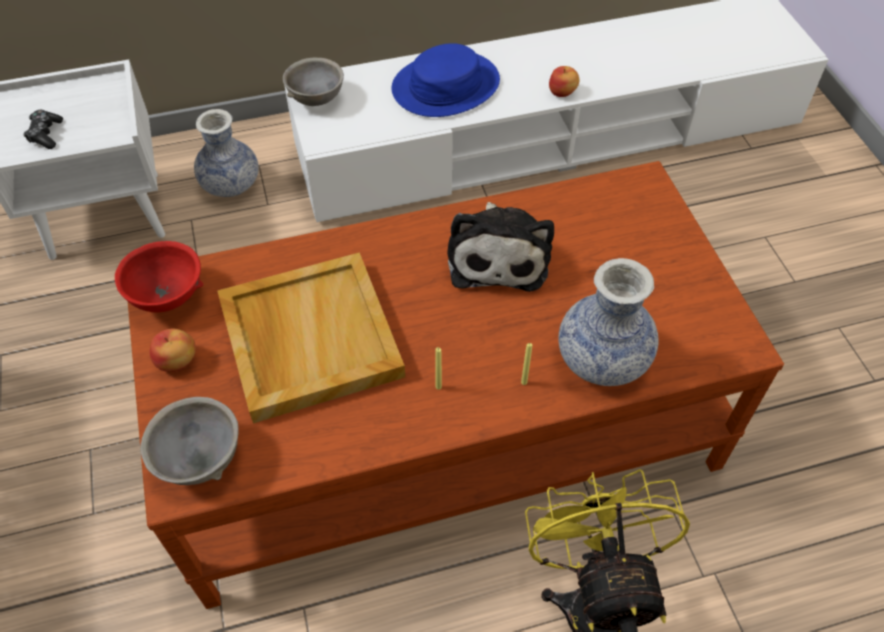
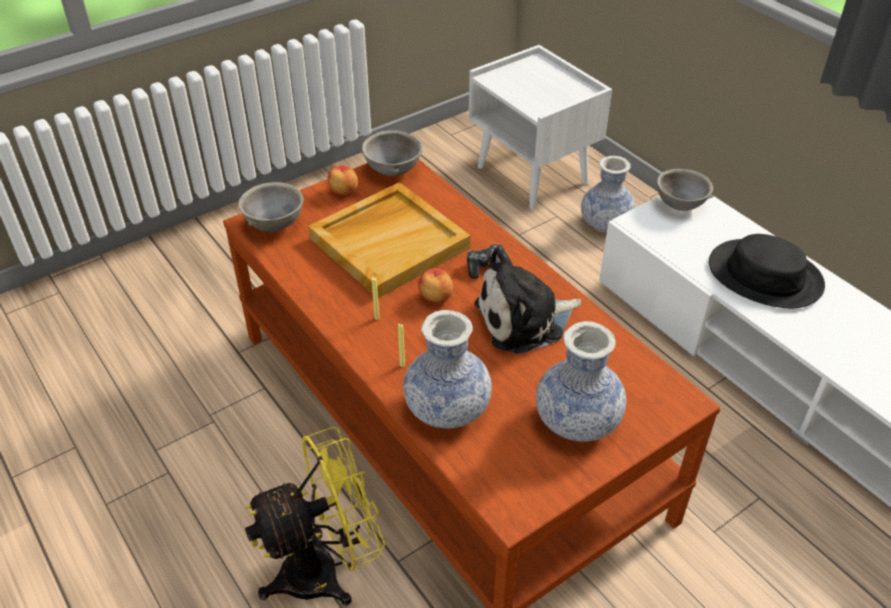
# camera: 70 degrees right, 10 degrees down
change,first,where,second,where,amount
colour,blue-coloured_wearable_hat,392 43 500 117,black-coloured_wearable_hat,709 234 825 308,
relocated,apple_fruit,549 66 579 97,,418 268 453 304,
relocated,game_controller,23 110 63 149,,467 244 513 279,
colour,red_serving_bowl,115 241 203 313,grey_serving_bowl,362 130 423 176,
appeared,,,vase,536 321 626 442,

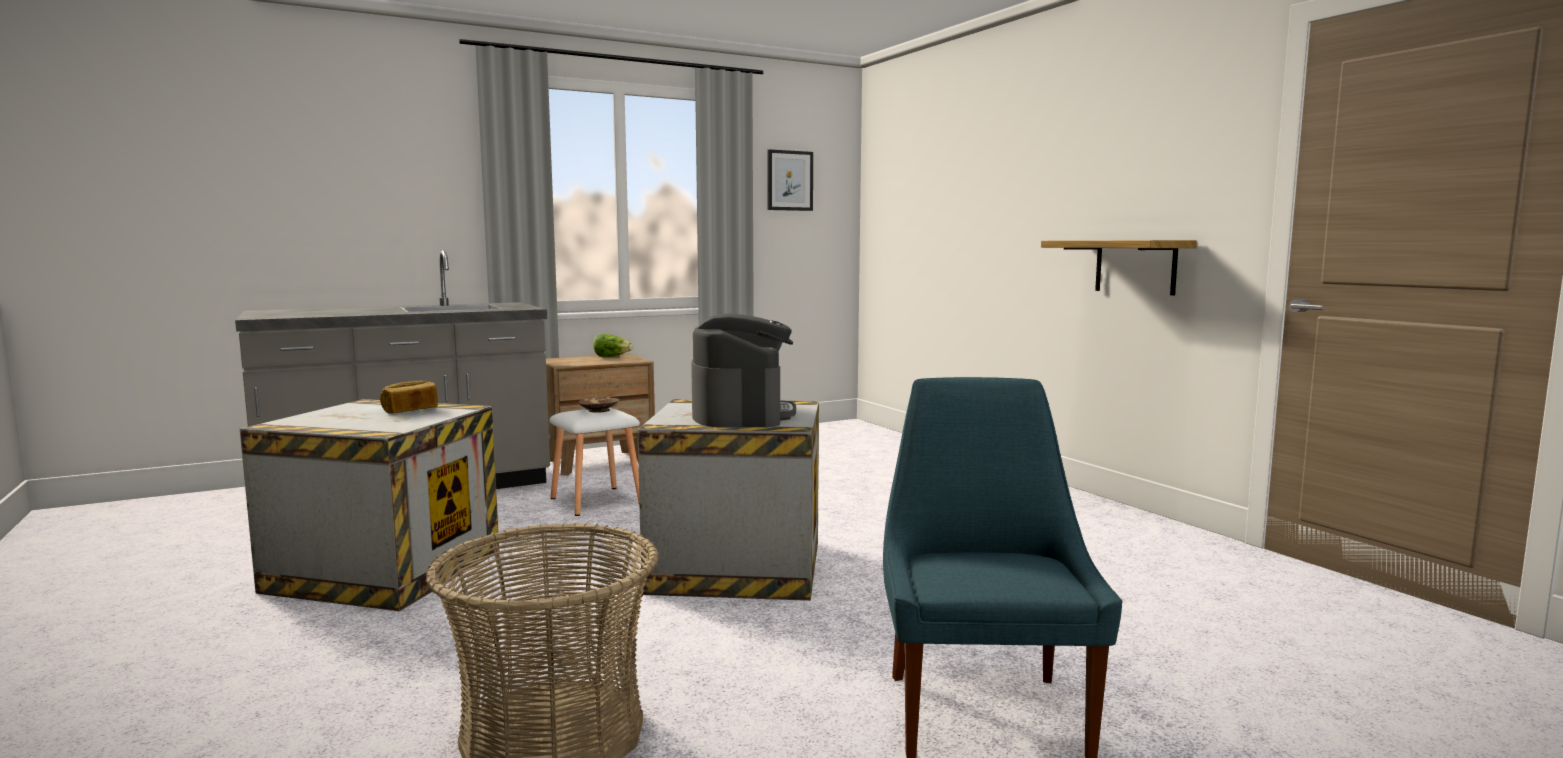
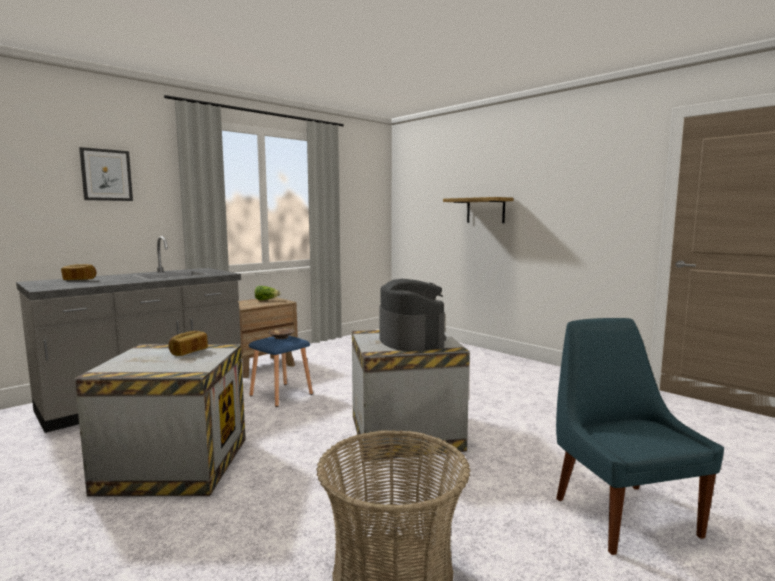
# camera: 15 degrees left, 0 degrees up
change,first,where,second,where,amount
relocated,picture,767 149 813 211,,79 147 133 201,
relocated,wall_shelf,1041 240 1197 295,,443 197 513 223,
colour,white_sitting_stool,549 408 640 516,blue-coloured_sitting_stool,249 336 313 407,
appeared,,,bread,61 264 96 280,

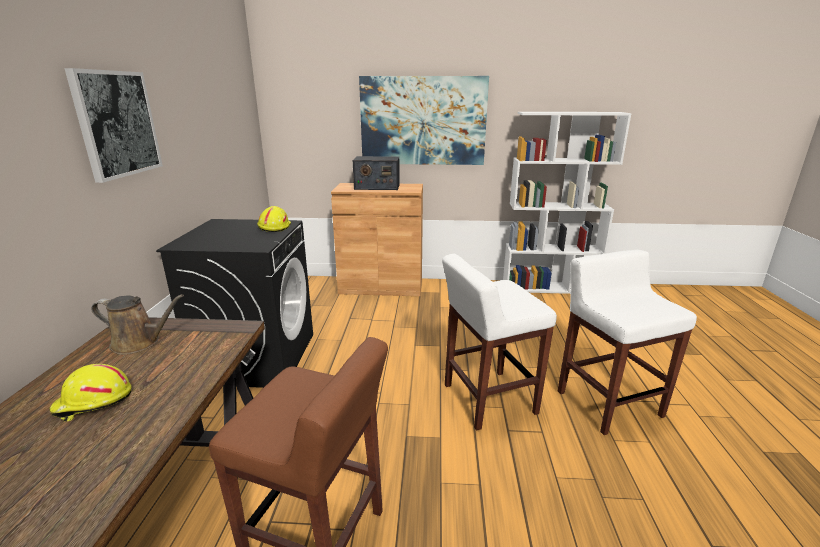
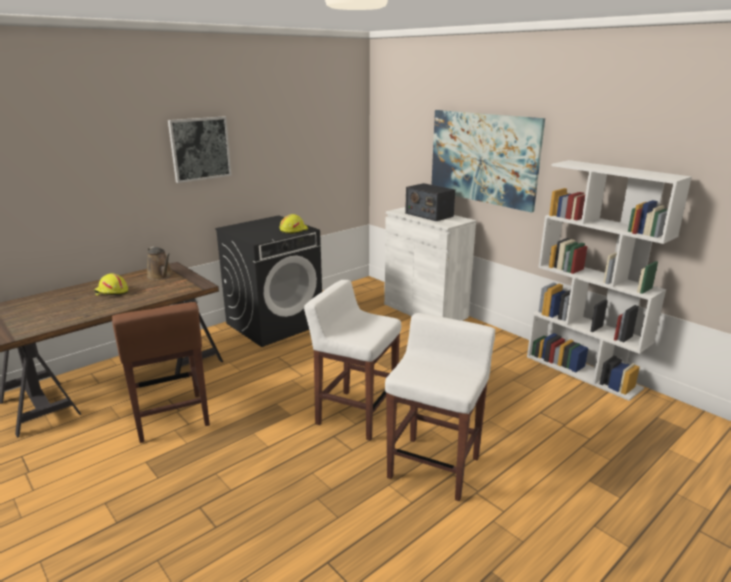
# camera: 45 degrees right, 0 degrees up
change,first,where,second,where,amount
colour,brown-coloured_cabinet,331 183 423 296,white_cabinet,384 207 476 321,

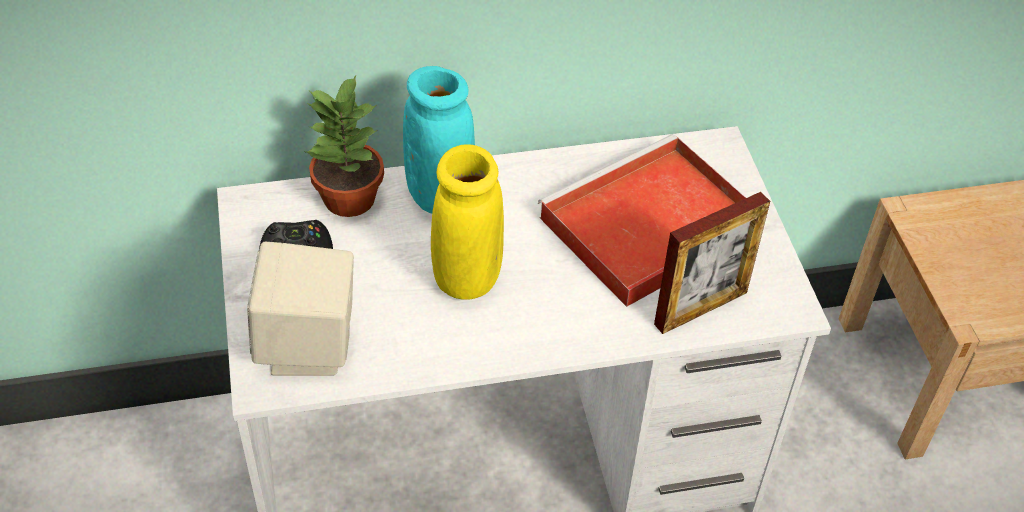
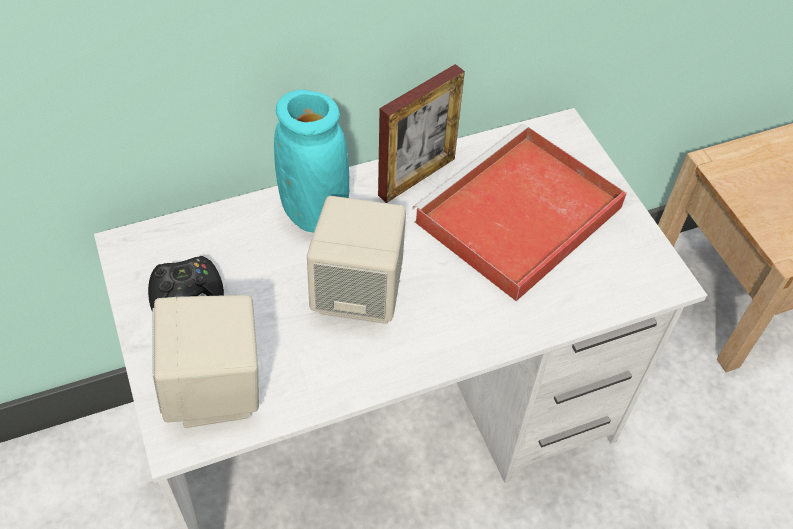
# camera: 10 degrees left, 5 degrees up
change,first,where,second,where,amount
missing,houseplant,304 75 384 217,,,
exchanged,yellowish_vase,431 144 504 300,beige-coloured_speaker,307 196 406 324,
relocated,standing_frame,654 192 770 334,,378 64 465 203,

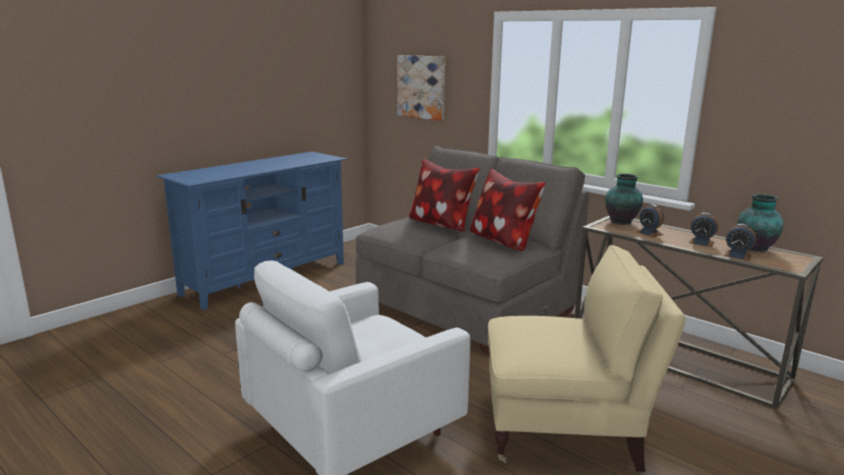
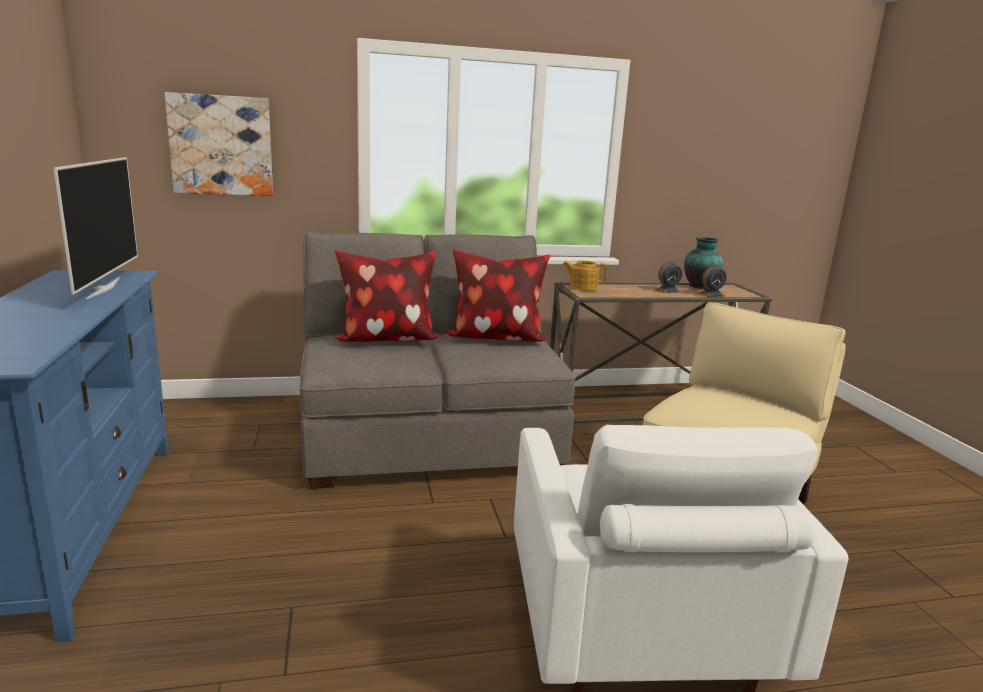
# camera: 55 degrees left, 0 degrees up
change,first,where,second,where,amount
exchanged,vase,605 174 643 225,teapot,563 261 607 291,
missing,alarm_clock,636 204 664 237,,,
appeared,,,television,54 157 138 300,

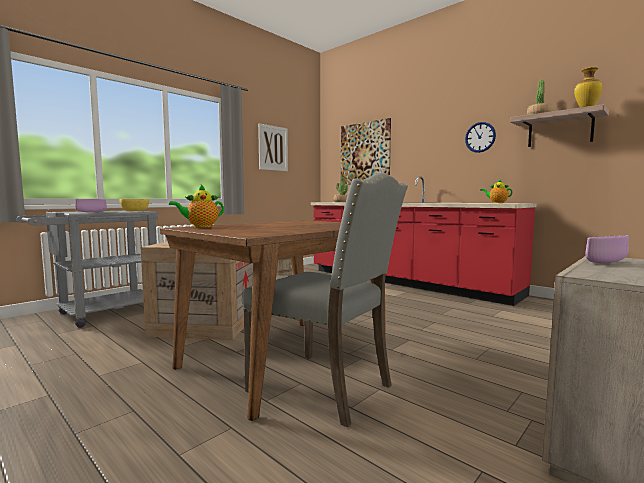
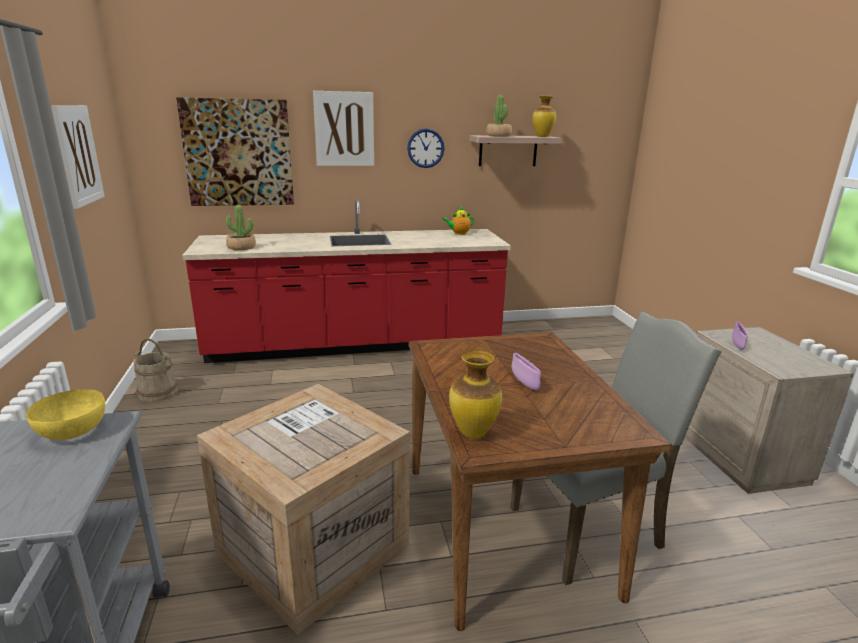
# camera: 55 degrees left, 15 degrees up
change,first,where,second,where,amount
exchanged,teapot,169 185 224 227,vase,449 350 502 439,
relocated,purplish_serving_bowl,76 199 107 212,,512 353 541 390,
appeared,,,picture,313 91 374 166,

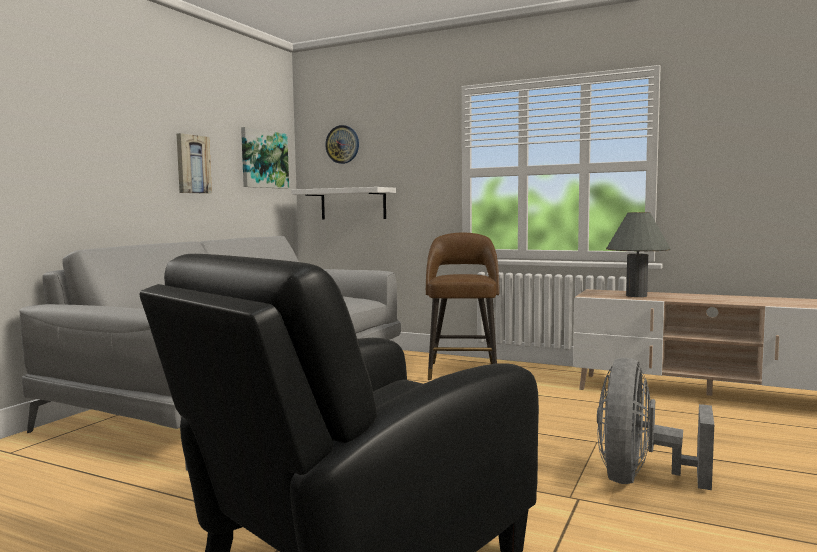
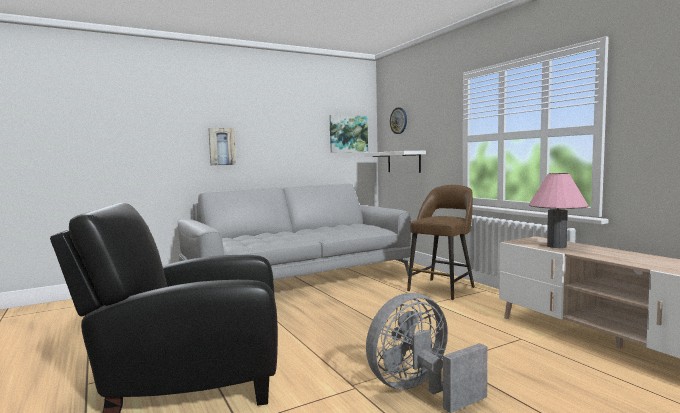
# camera: 35 degrees right, 0 degrees up
change,first,where,second,where,amount
relocated,picture,177 133 212 194,,208 128 236 166,
colour,grey_lamp_for_a_table,606 212 671 297,pink-coloured_lamp_for_a_table,529 173 589 248,

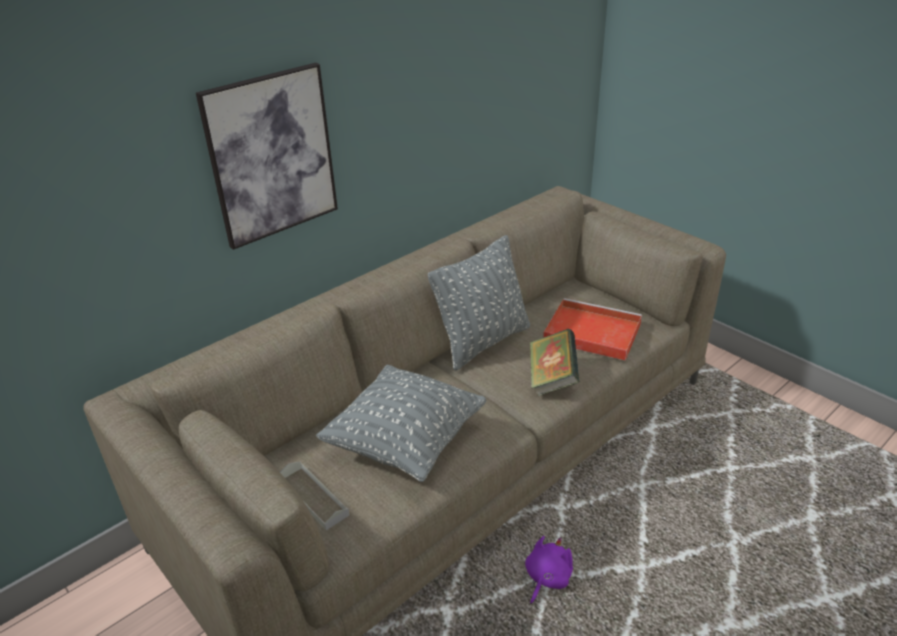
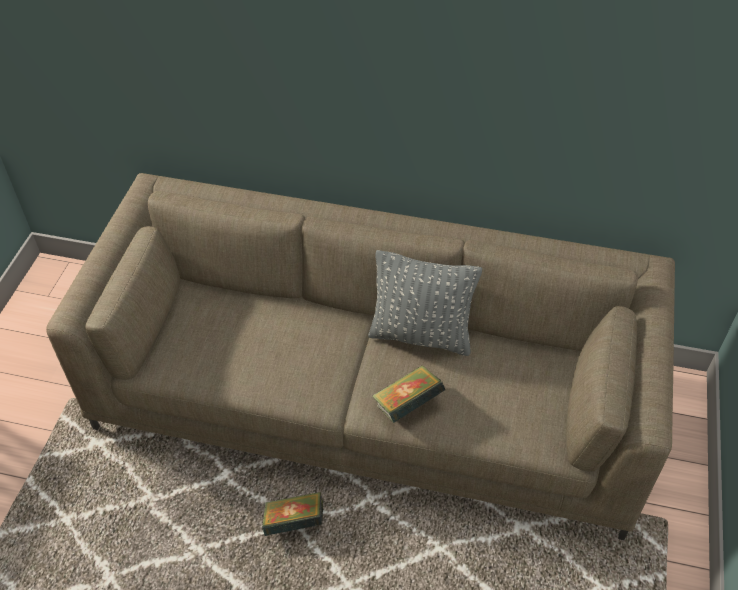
# camera: 55 degrees right, 15 degrees up
change,first,where,second,where,amount
missing,picture,196 63 338 250,,,
missing,red_serving_tray,543 298 642 361,,,
missing,grey_pillow,316 365 486 482,,,
missing,grey_serving_tray,280 461 350 530,,,
exchanged,purplish_soft_toy,525 536 573 604,volume,262 492 323 536,

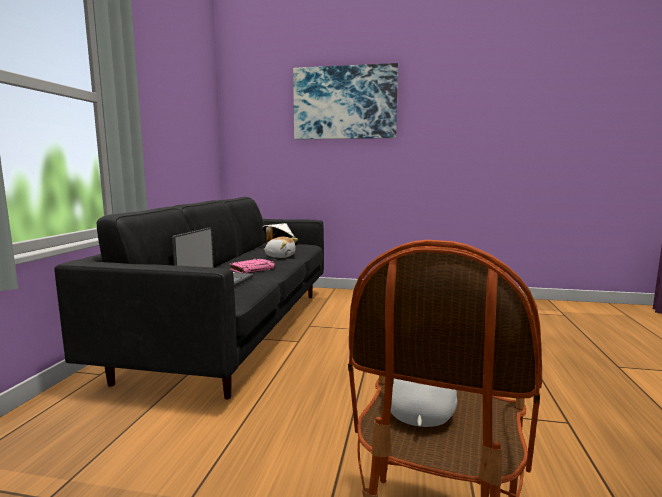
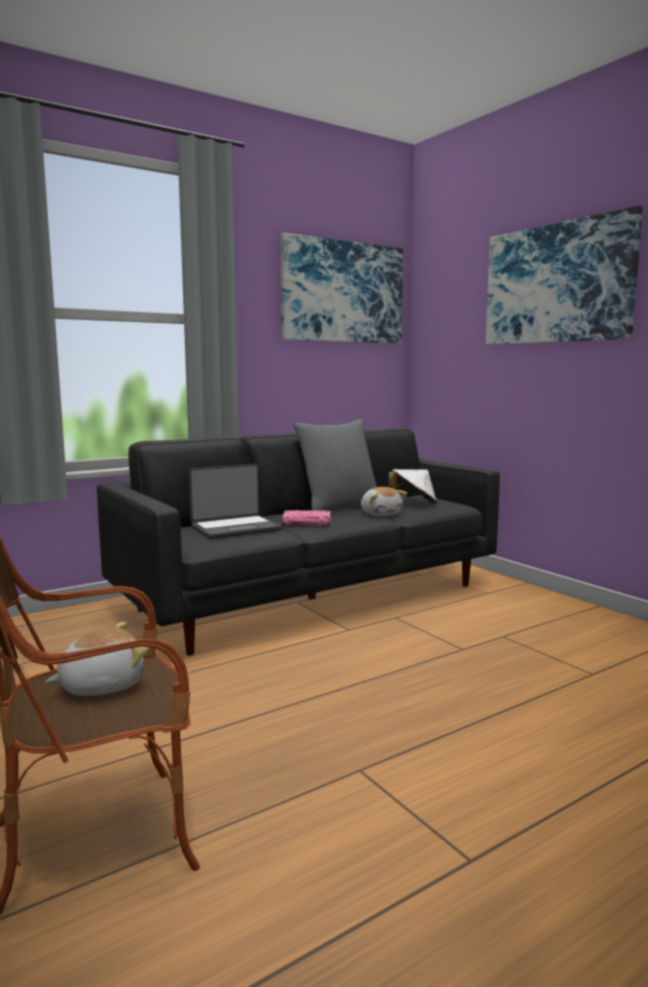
# camera: 45 degrees right, 0 degrees up
change,first,where,second,where,amount
appeared,,,picture,281 233 403 343,
appeared,,,grey_pillow,293 419 377 511,

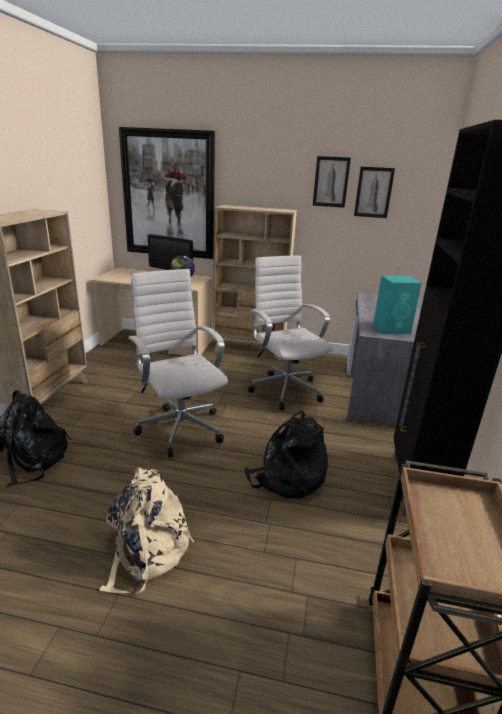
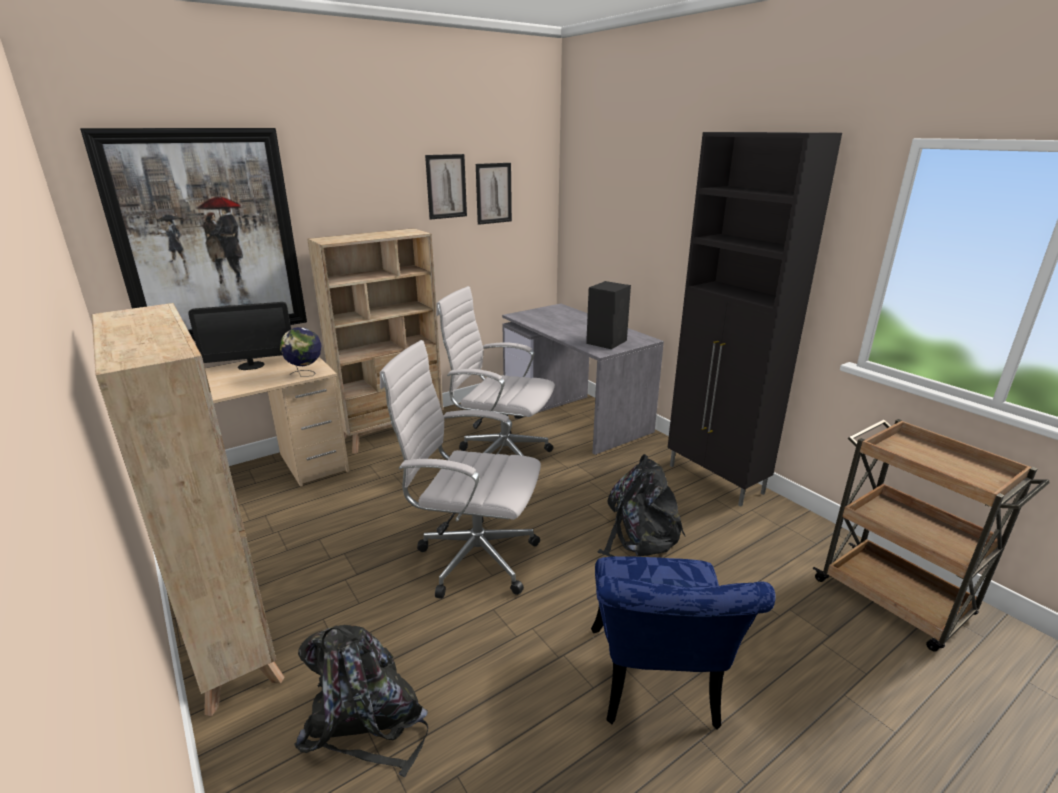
# camera: 45 degrees left, 0 degrees up
change,first,where,second,where,amount
colour,blue-green_speaker,373 276 422 335,black-coloured_speaker,586 281 631 349,
exchanged,beige-coloured_rucksack,99 467 194 594,blue-coloured_chair,591 556 776 729,

